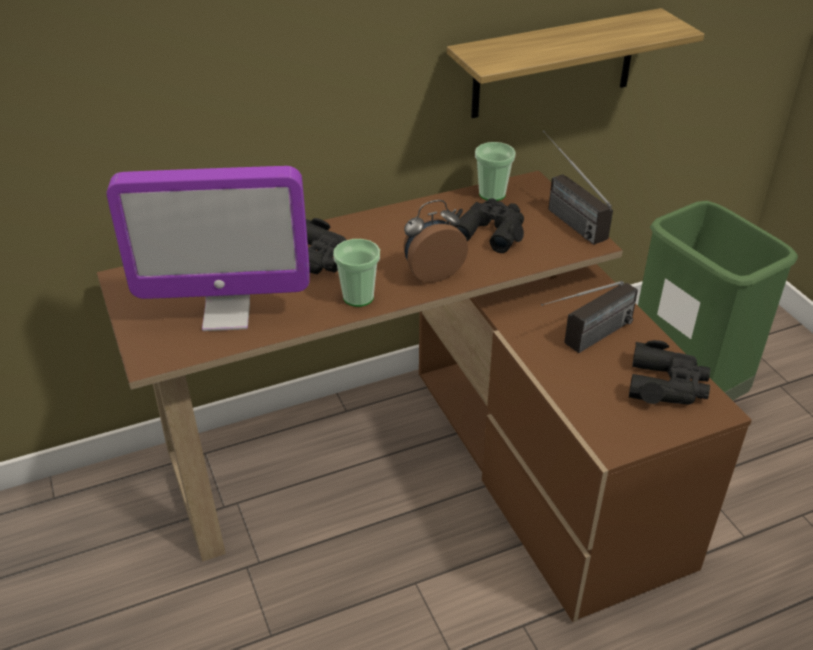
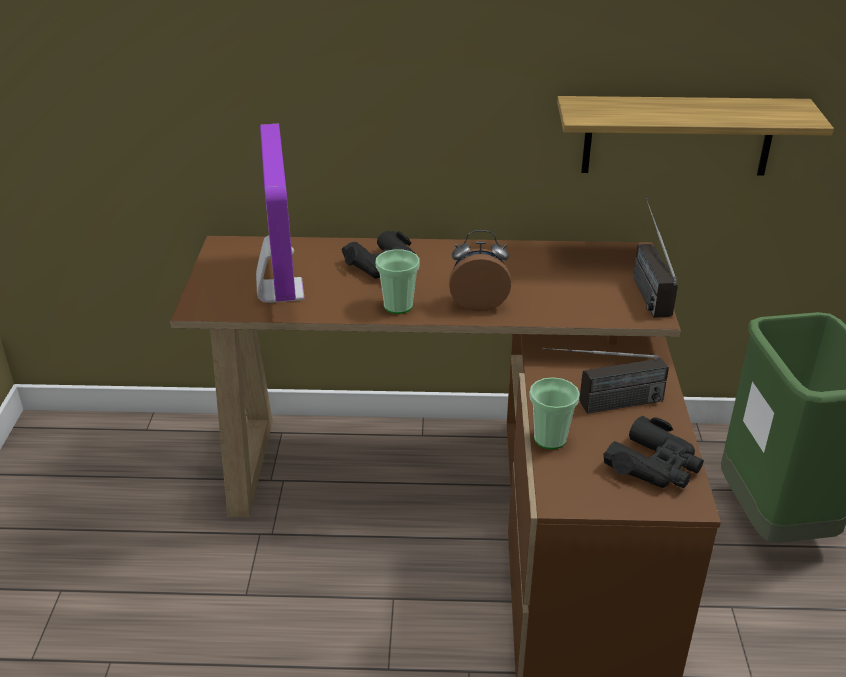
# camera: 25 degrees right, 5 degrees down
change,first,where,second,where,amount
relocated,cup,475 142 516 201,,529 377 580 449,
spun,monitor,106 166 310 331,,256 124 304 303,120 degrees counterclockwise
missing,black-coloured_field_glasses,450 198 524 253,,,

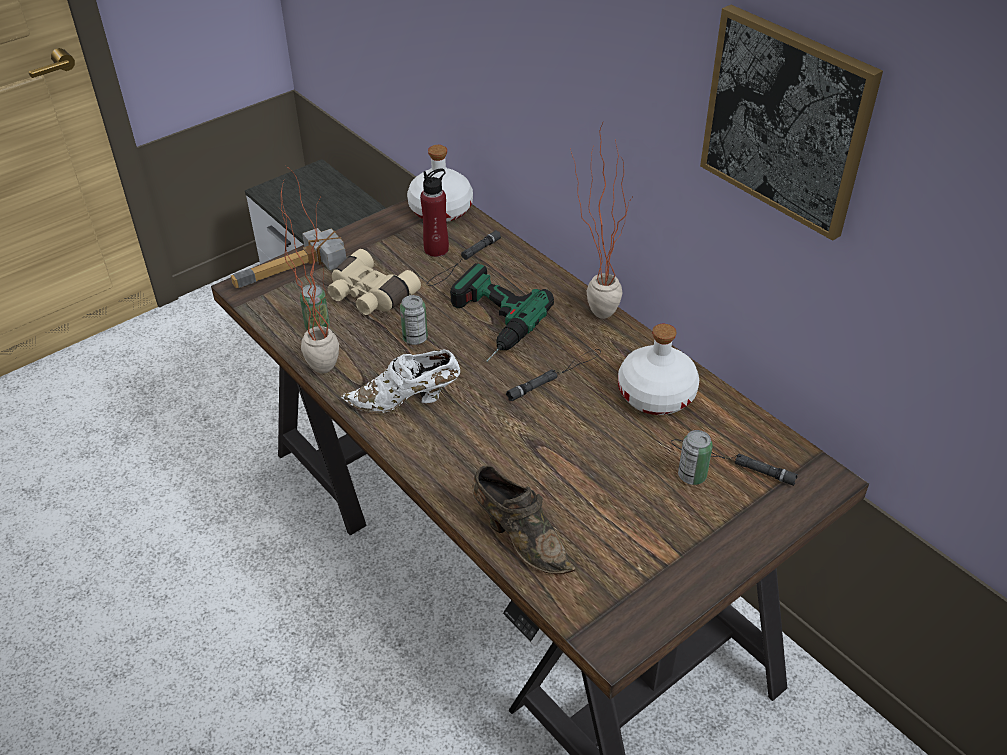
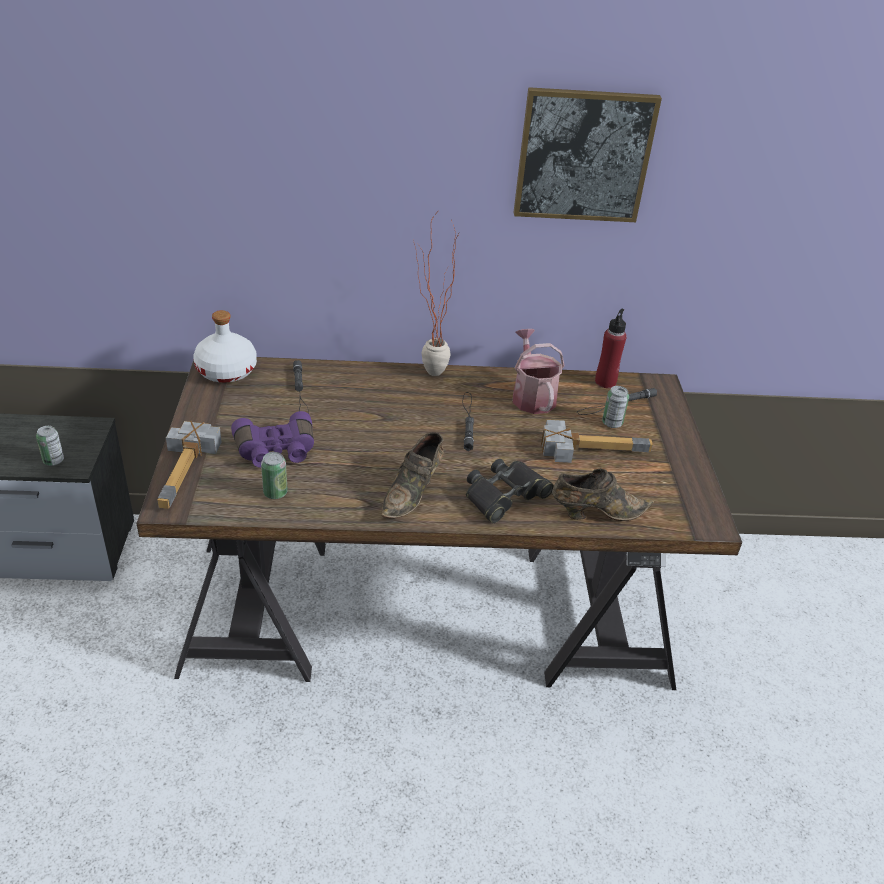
# camera: 55 degrees left, 5 degrees down
change,first,where,second,where,amount
missing,houseplant,277 166 339 374,,,
relocated,red_bottle,420 169 449 257,,595 308 627 388,
colour,beige-coloured_field_glasses,328 249 421 315,purplish_field_glasses,231 411 314 468,
missing,power_drill,450 263 554 362,,,
relocated,sealed_can,400 295 428 345,,36 426 64 466,
exchanged,white_bottle,618 324 699 415,watering_pot,513 329 565 414,
colour,white_shoe,340 350 460 413,brown-coloured_shoe,381 432 444 519,
appeared,,,hand_hammer,541 420 653 463,
appeared,,,black-coloured_field_glasses,466 459 554 523,

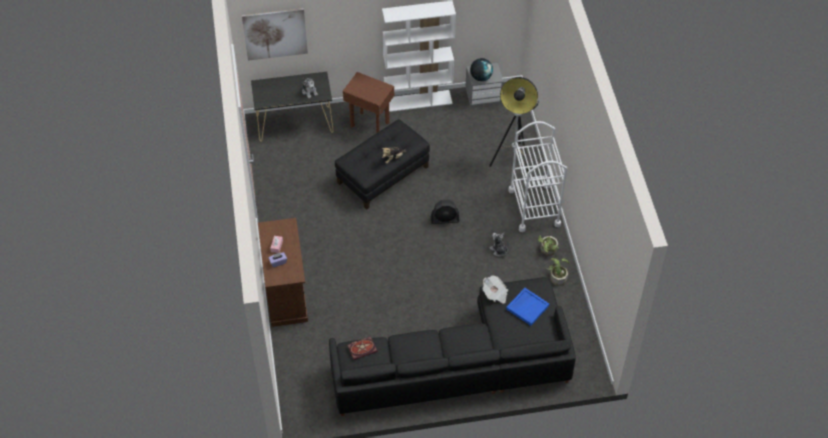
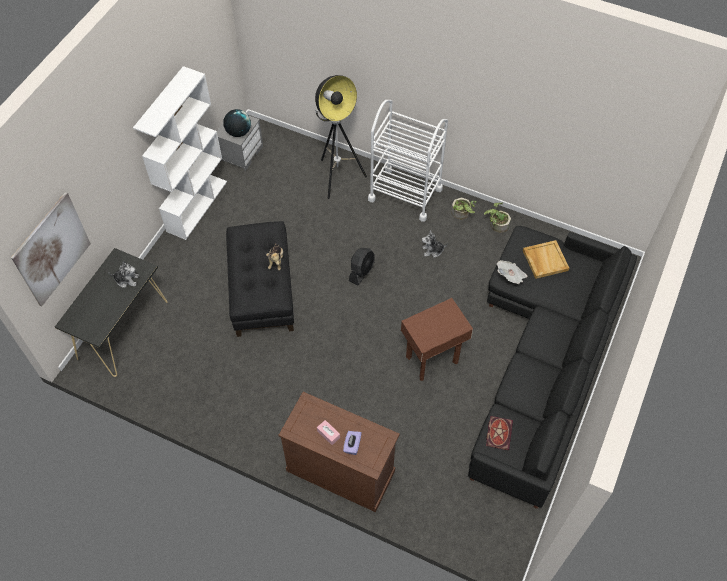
# camera: 55 degrees left, 5 degrees up
change,first,where,second,where,amount
relocated,brown-coloured_end_table,343 72 394 133,,401 298 473 381,
colour,blue-coloured_serving_tray,506 288 549 326,beige-coloured_serving_tray,523 240 569 279,

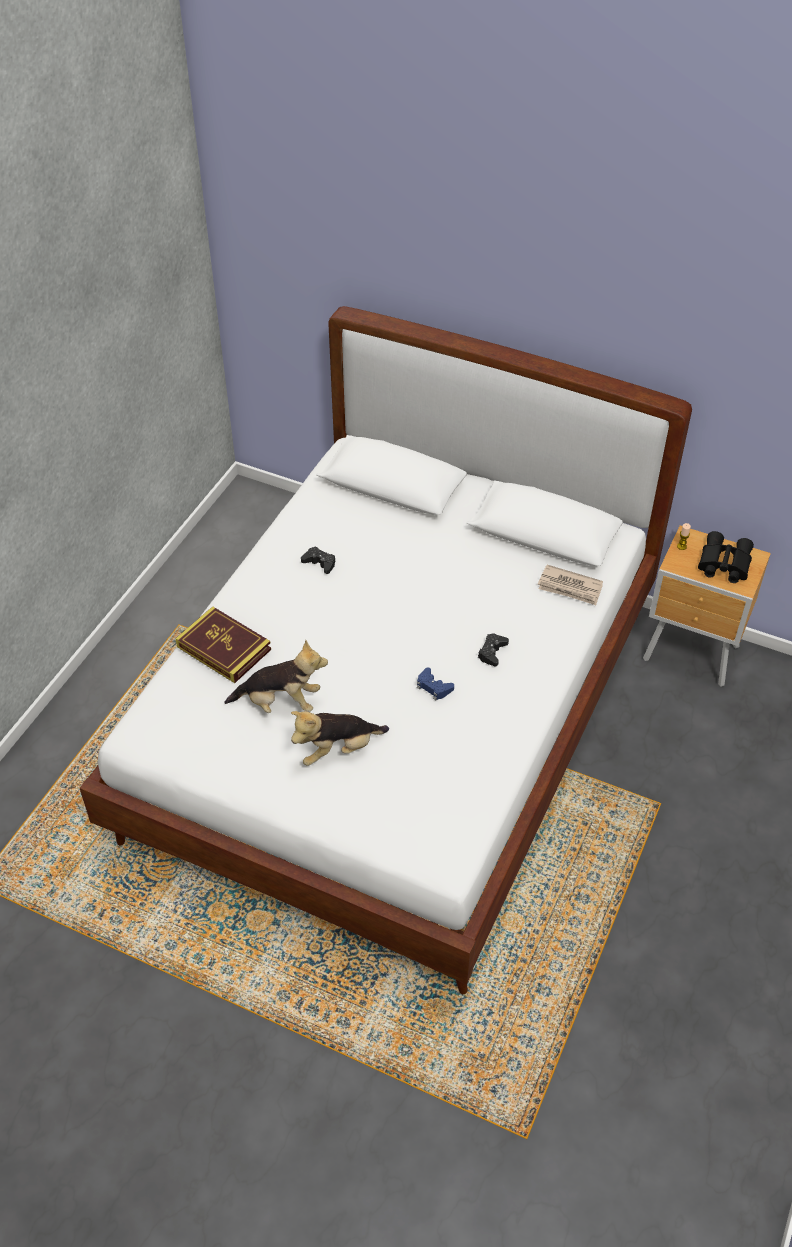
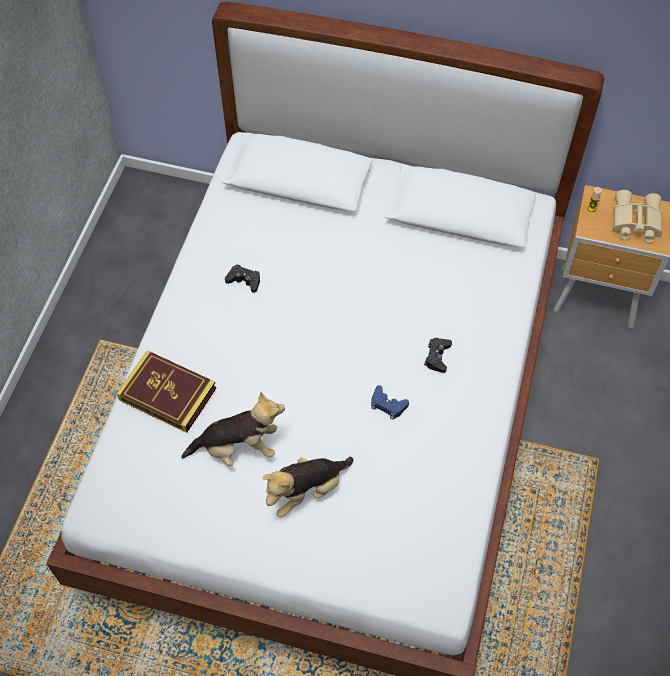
# camera: 10 degrees left, 10 degrees up
change,first,where,second,where,amount
colour,black-coloured_field_glasses,698 531 754 583,beige-coloured_field_glasses,613 190 662 242,
missing,daily_paper,538 565 603 605,,,

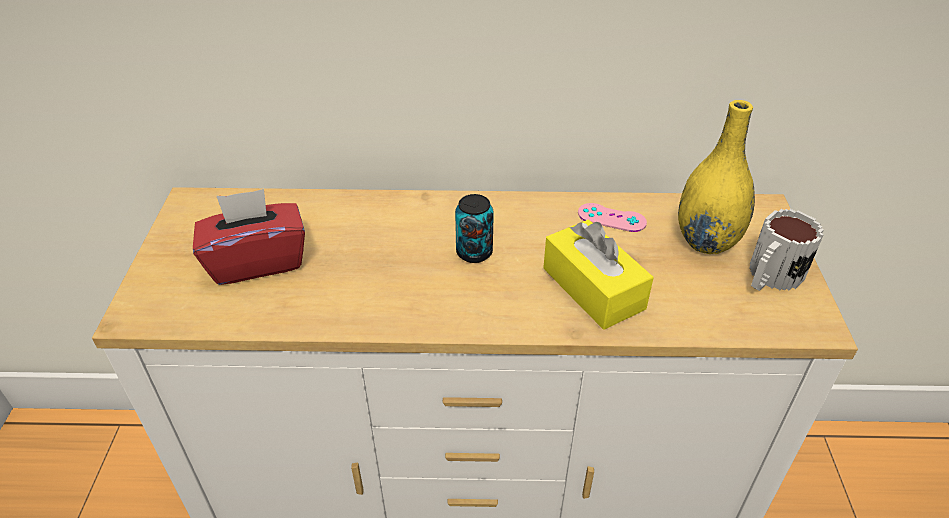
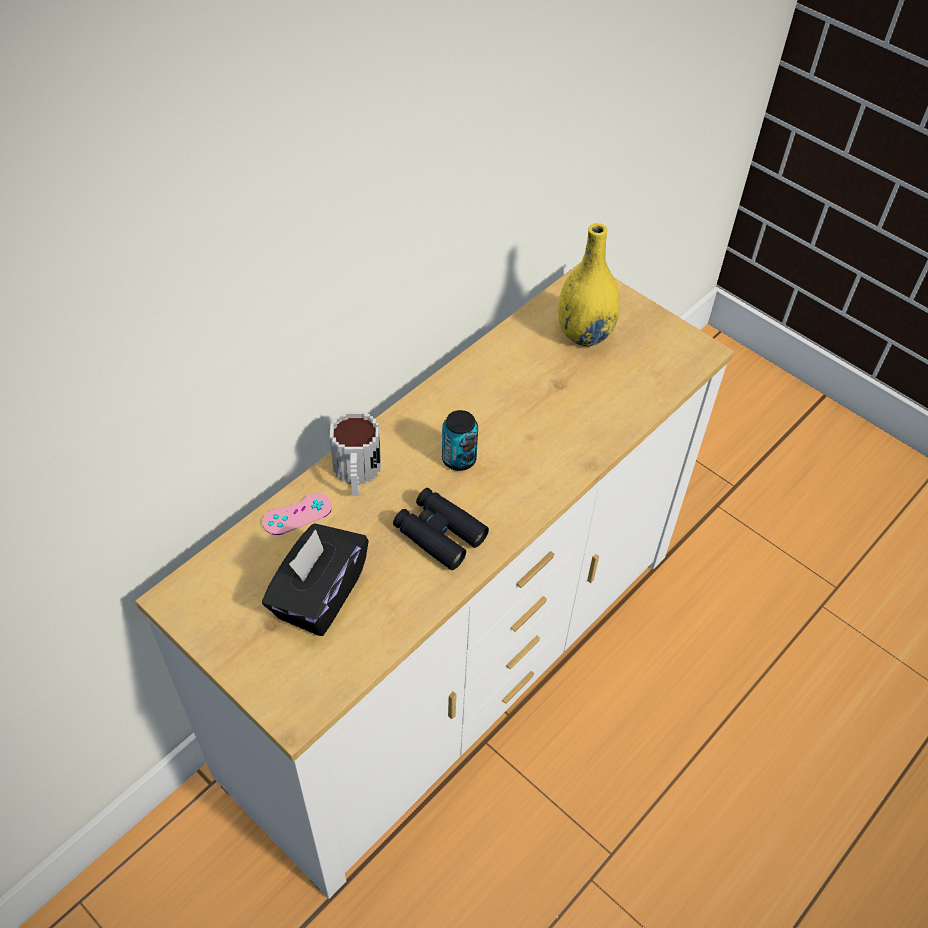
# camera: 50 degrees left, 10 degrees up
change,first,where,second,where,amount
colour,red_tissue_holder,193 189 305 285,black-coloured_tissue_holder,262 523 369 636,
relocated,pink-coloured_game_controller,578 203 647 232,,262 493 332 535,
relocated,mug,749 209 824 291,,330 412 381 496,
missing,yellowish_tissue_holder,543 219 654 330,,,
appeared,,,black-coloured_field_glasses,393 488 489 570,

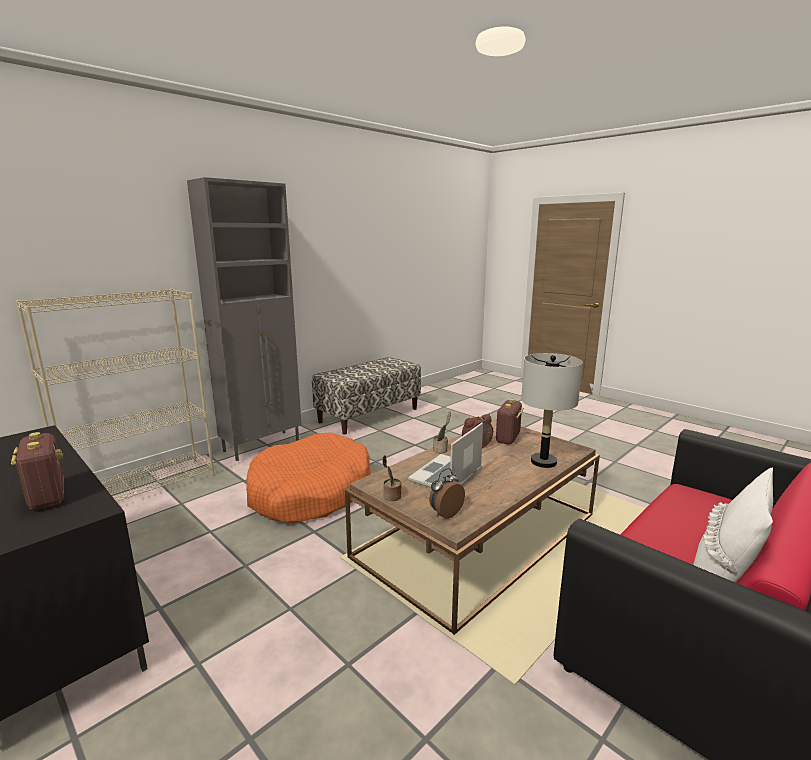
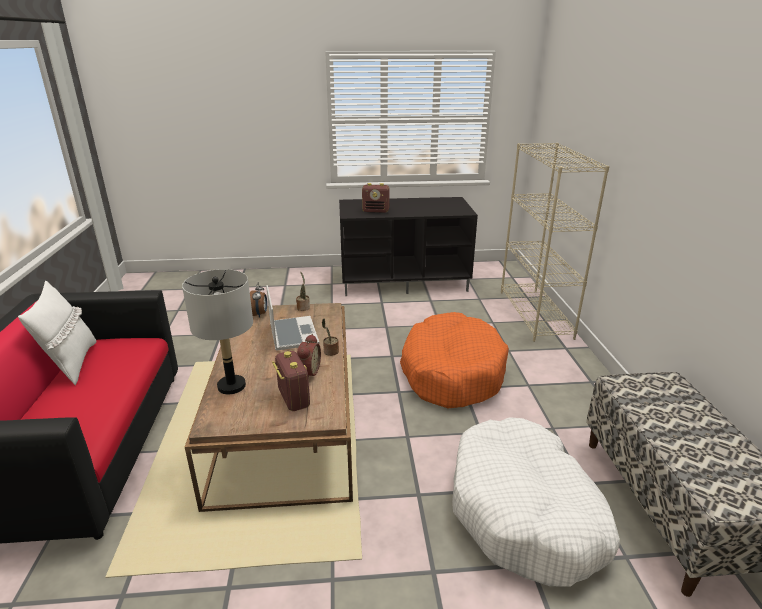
# camera: 130 degrees right, 10 degrees up
change,first,where,second,where,amount
missing,grey_cabinet,187 177 302 461,,,
appeared,,,white_pet_bed,452 417 620 587,

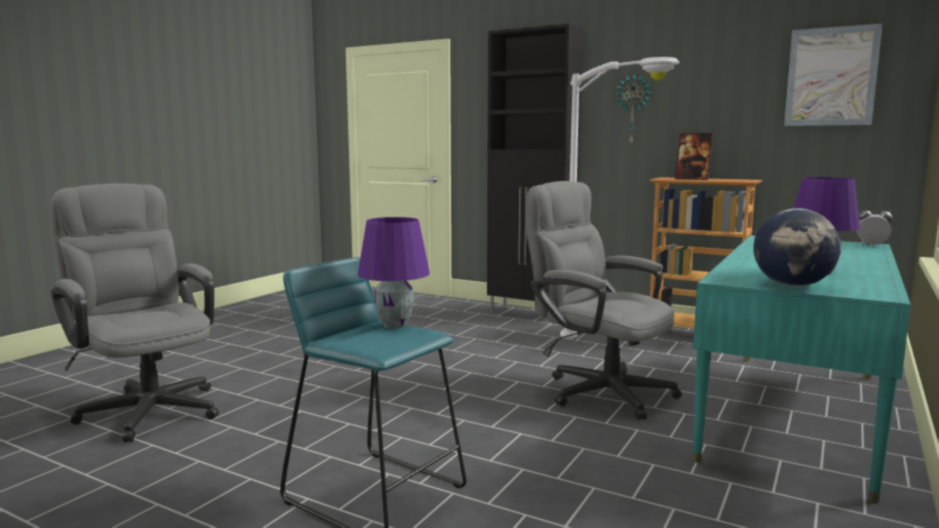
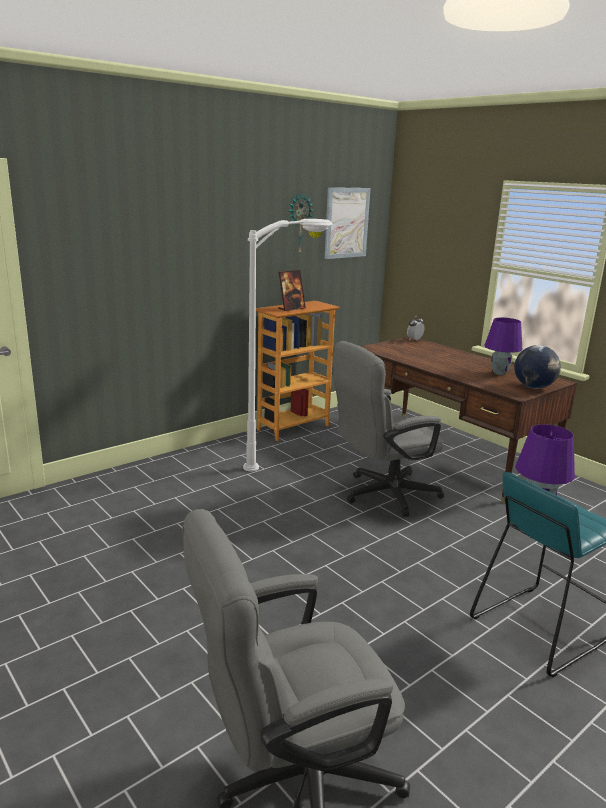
# camera: 70 degrees left, 10 degrees up
change,first,where,second,where,amount
missing,black-coloured_cabinet,487 24 584 313,,,
relocated,clock_on_the_wall,614 74 652 144,,288 193 314 256,
colour,blue-green_desk_unit,692 235 911 503,brown-coloured_desk_unit,360 337 577 503,

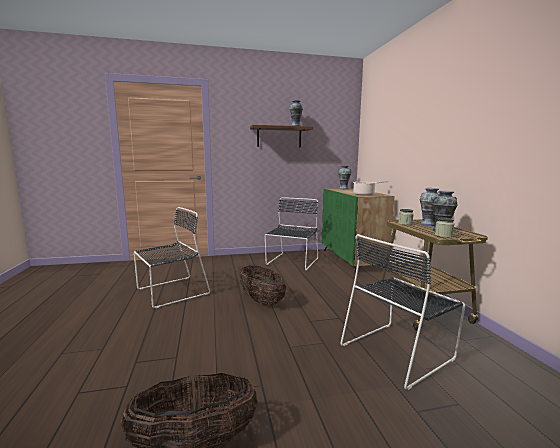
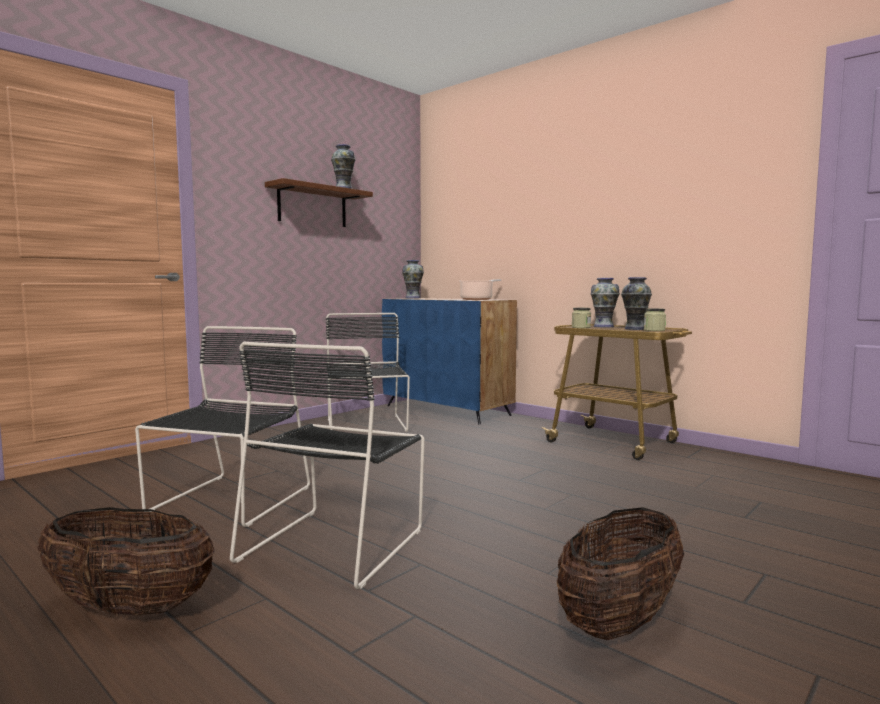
# camera: 35 degrees left, 5 degrees down
change,first,where,second,where,amount
colour,green_cabinet,322 188 394 274,blue-coloured_cabinet,382 298 517 425,
relocated,black-coloured_chair,340 234 465 390,,230 341 425 589,
relocated,basket,239 266 286 305,,37 507 215 615,

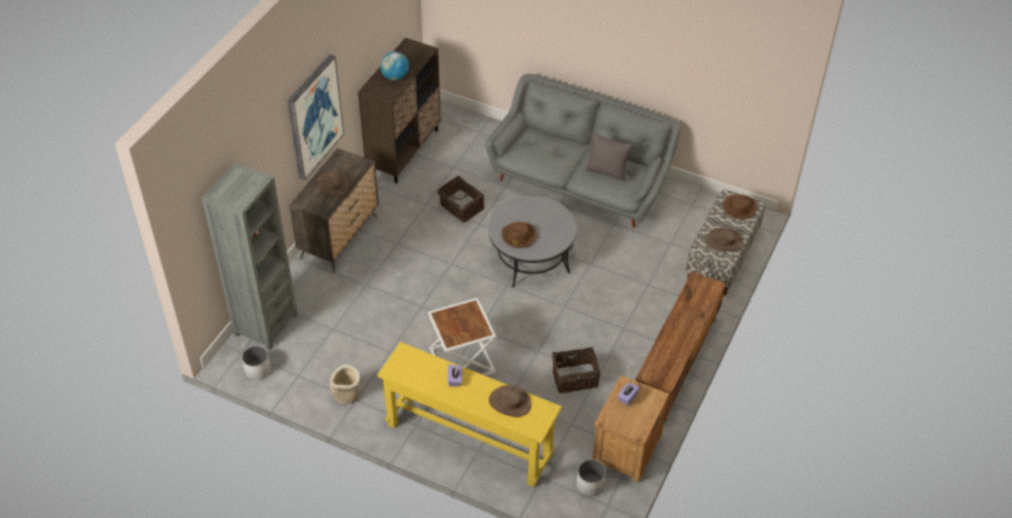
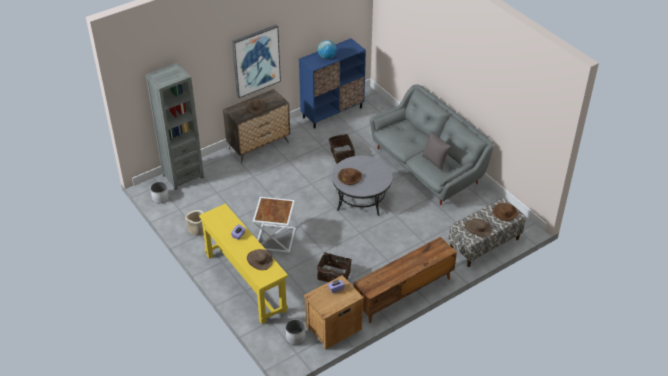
# camera: 30 degrees right, 5 degrees down
change,first,where,second,where,amount
colour,brown-coloured_cabinet,358 38 441 183,blue-coloured_cabinet,299 38 366 129,

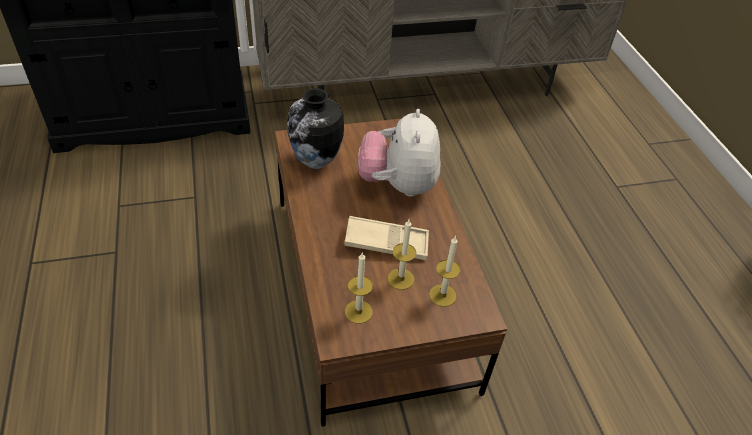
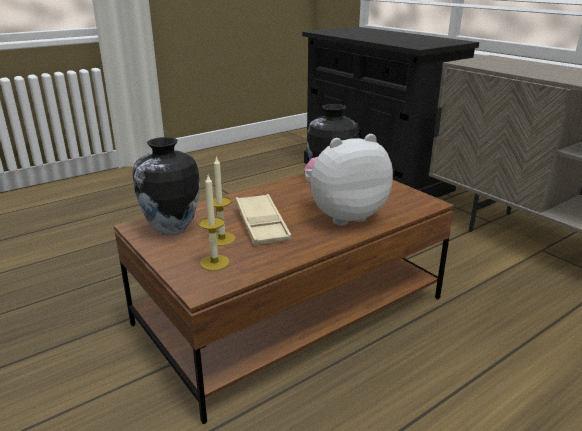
# camera: 70 degrees right, 20 degrees down
change,first,where,second,where,amount
exchanged,wax_candle,345 252 373 324,vase,133 137 200 235,

